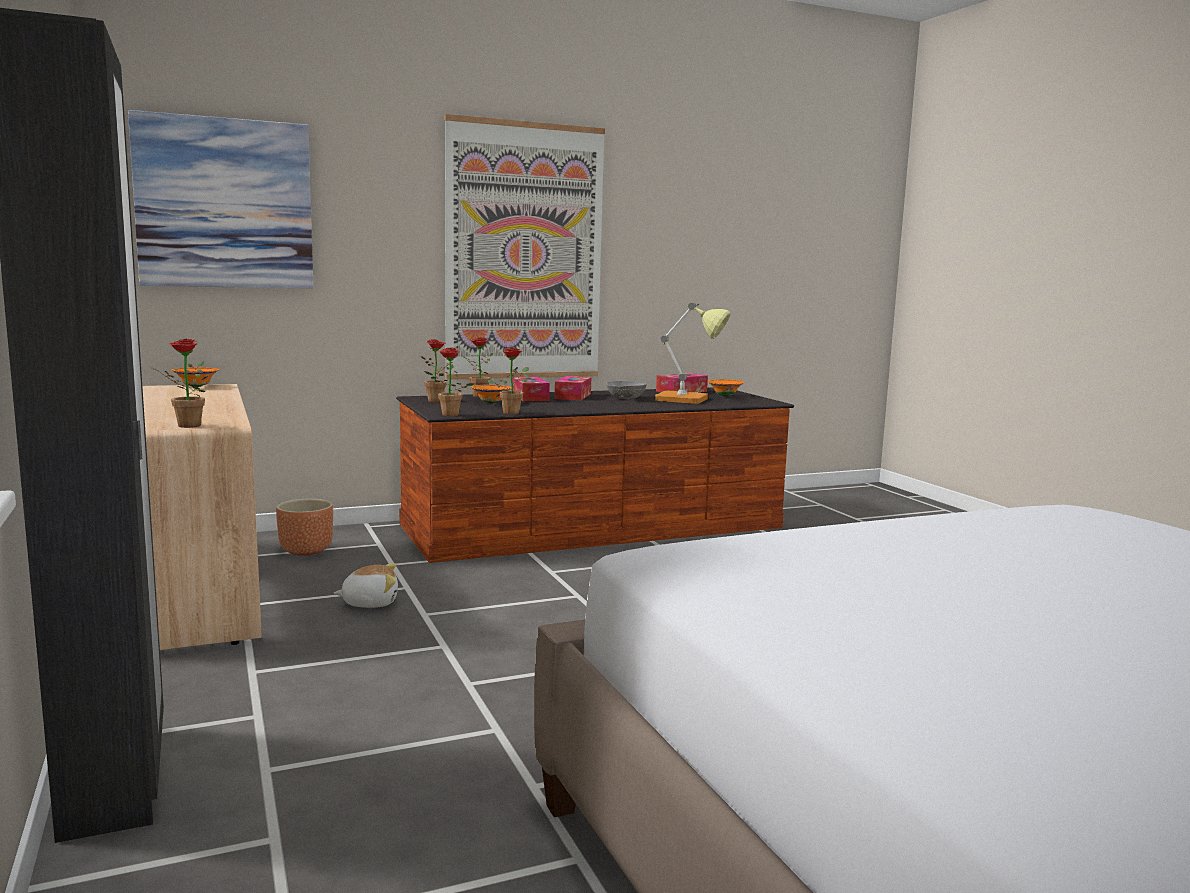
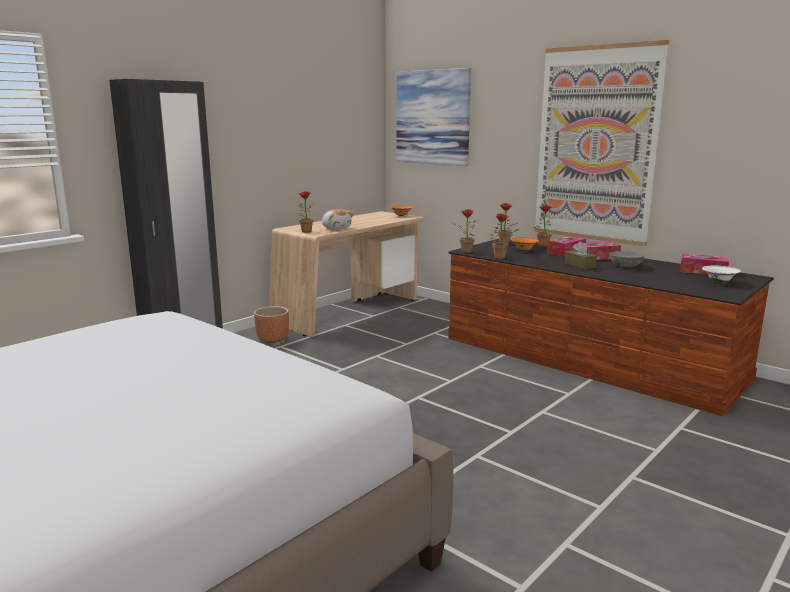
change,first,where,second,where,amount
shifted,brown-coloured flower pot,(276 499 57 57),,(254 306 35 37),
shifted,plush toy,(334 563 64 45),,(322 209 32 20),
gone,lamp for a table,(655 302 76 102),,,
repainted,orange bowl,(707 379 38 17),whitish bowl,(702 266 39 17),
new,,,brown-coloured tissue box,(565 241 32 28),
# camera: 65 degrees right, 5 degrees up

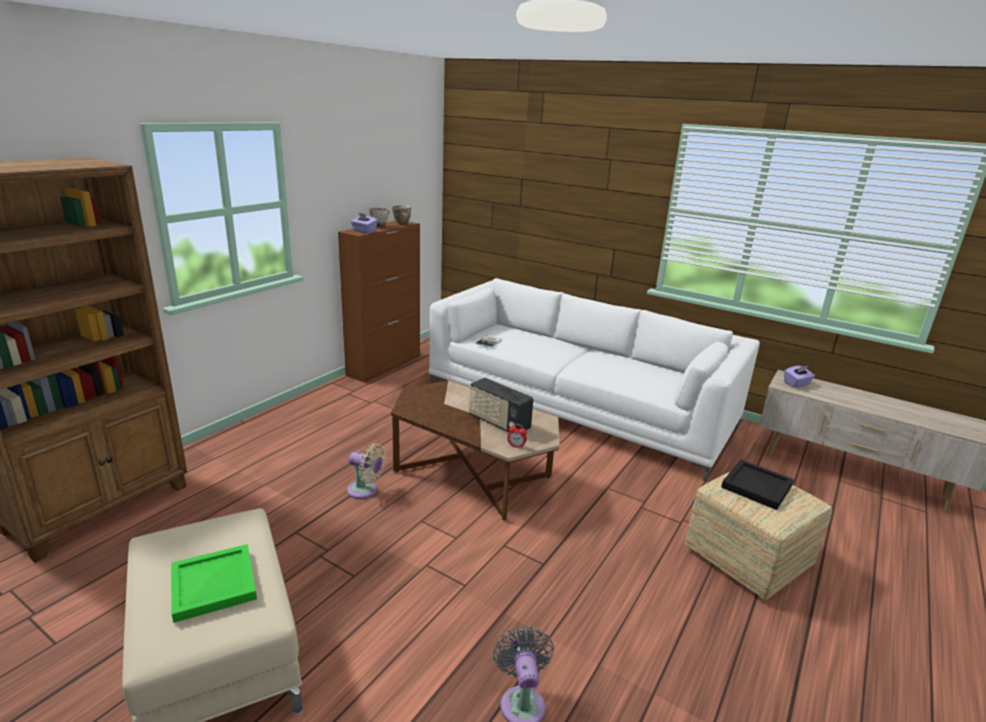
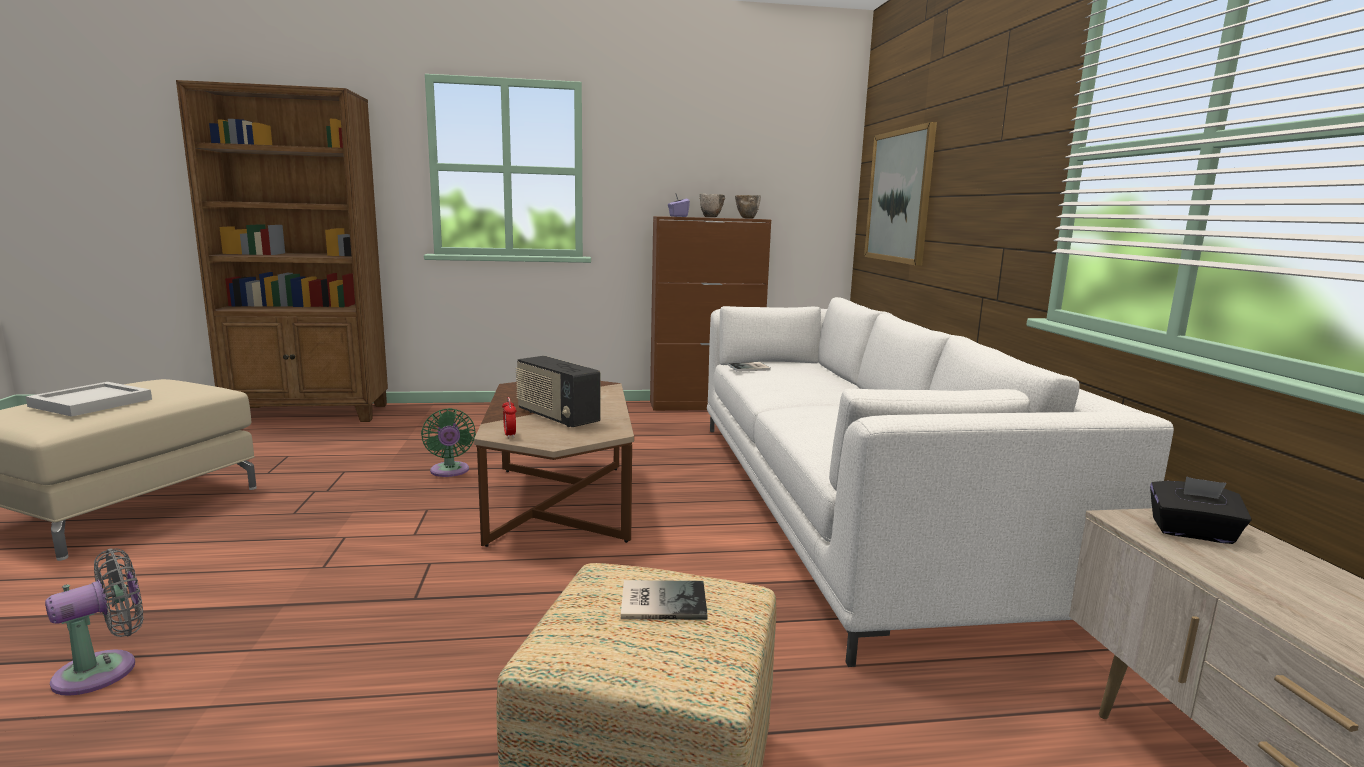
change,first,where,second,where,amount
repainted,greenish tray,(171 544 86 79),whitish tray,(26 382 126 35),
repainted,sand-coloured electric fan,(347 443 39 56),greenish electric fan,(421 408 55 69),
rotated,radio,(468 378 66 55),,(516 356 84 71),45 degrees counterclockwise
swapped,blackish tray,(721 459 73 51),bound book,(621 580 86 40),
repainted,purplish tissue box,(784 365 31 23),blackish tissue box,(1150 477 101 67),
new,,,wall art,(864 122 73 144),
# camera: 50 degrees right, 10 degrees down

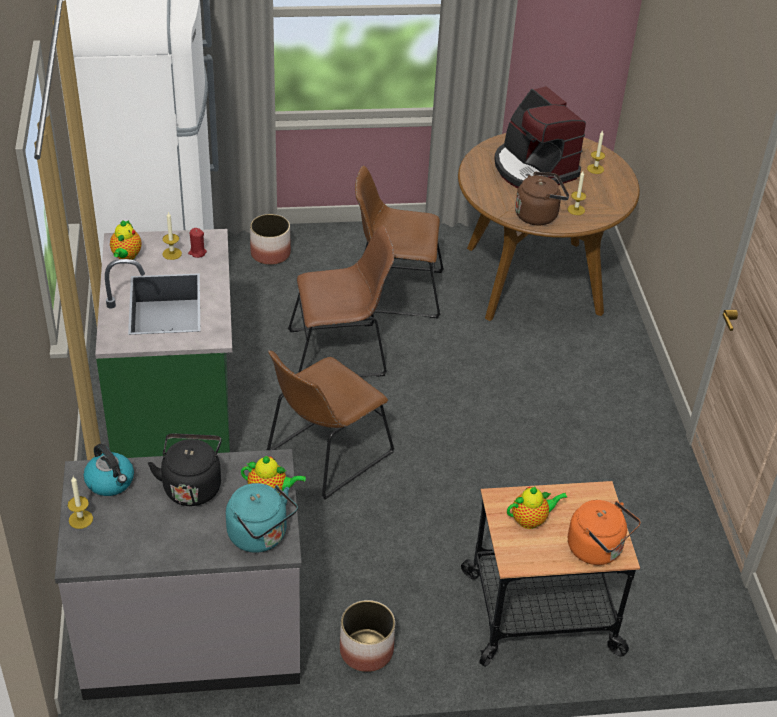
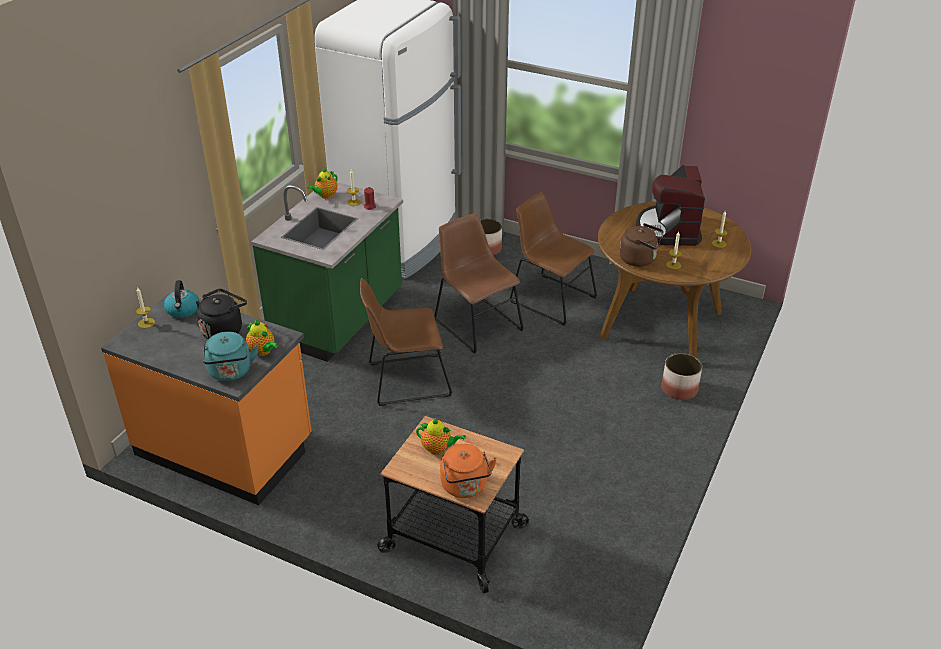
change,first,where,second,where,amount
repainted,gray counter,(55 449 247 251),orange counter,(101 291 211 214),
rotated,brown-coloured upright chair,(288 226 106 151),,(434 213 90 141),150 degrees counterclockwise
shifted,flower pot,(340 600 55 72),,(662 353 40 47),
# camera: 35 degrees right, 5 degrees down

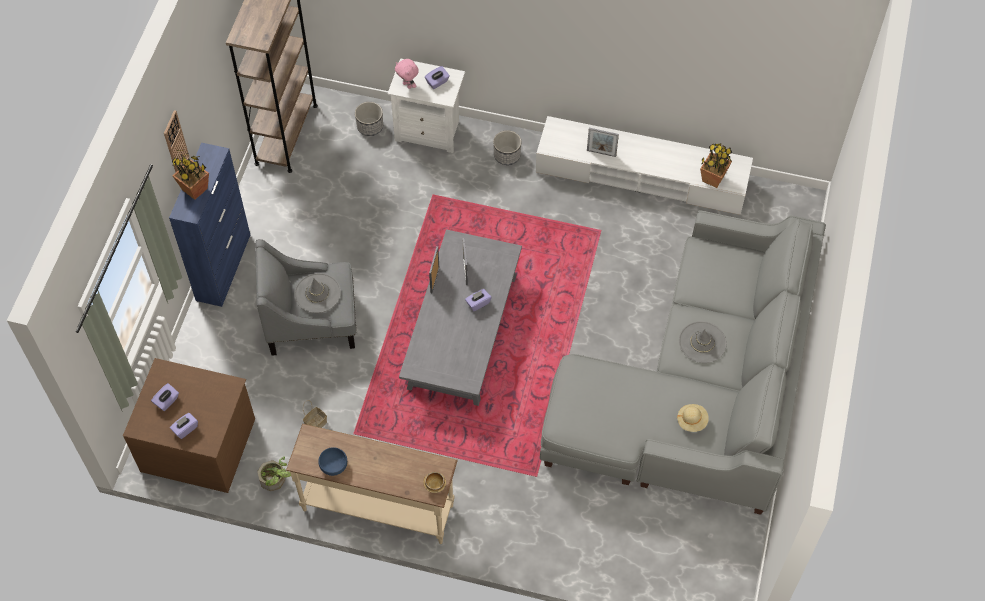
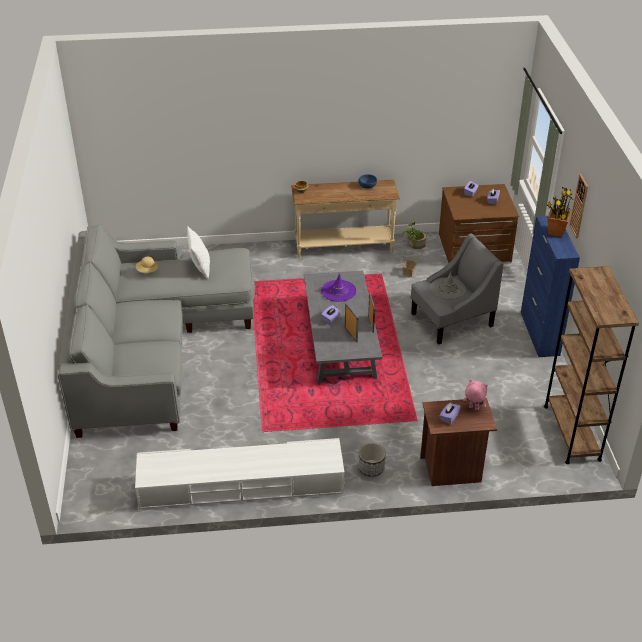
change,first,where,second,where,amount
gone,flower pot,(355 102 28 34),,,
repainted,whitish nightstand,(387 58 78 95),brown-coloured nightstand,(420 398 77 88),
gone,standing frame,(587 128 32 29),,,
gone,gray clothing hat,(679 321 48 42),,,
gone,plant in a pot,(700 144 33 44),,,
new,,,whitish pillow,(187 226 23 53),
new,,,purplish clothing hat,(321 273 35 29),
# camera: 160 degrees right, 20 degrees down

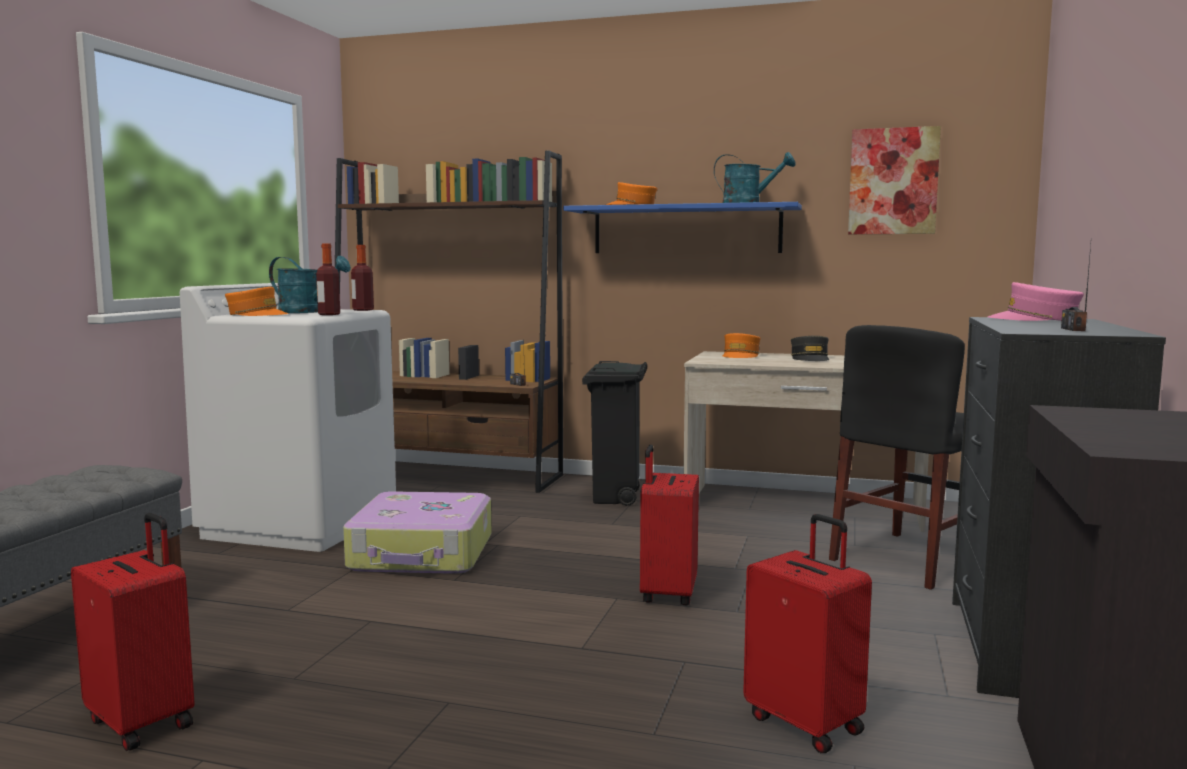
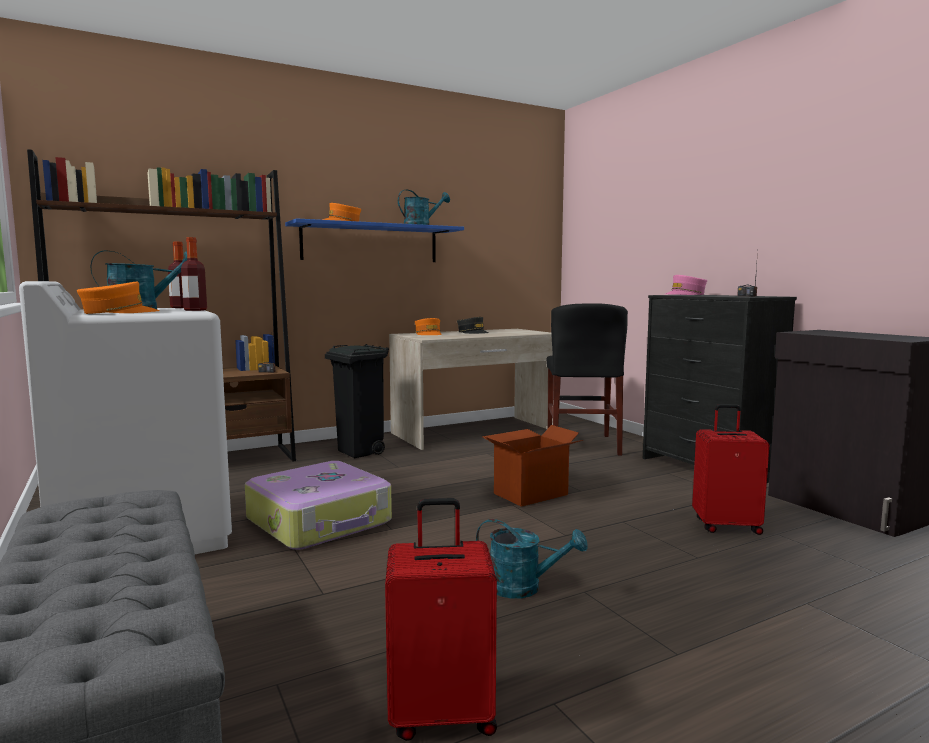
change,first,where,second,where,amount
swapped,red-coloured travel case,(640 445 59 161),packing box,(482 425 101 82),
gone,wall art,(848 126 93 108),,,
new,,,turquoise-coloured watering can,(476 519 111 80),
# camera: 45 degrees left, 0 degrees up

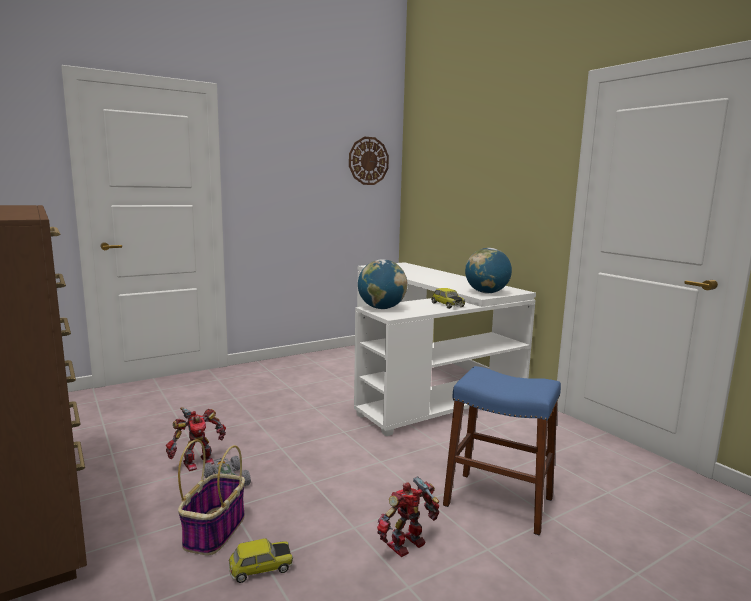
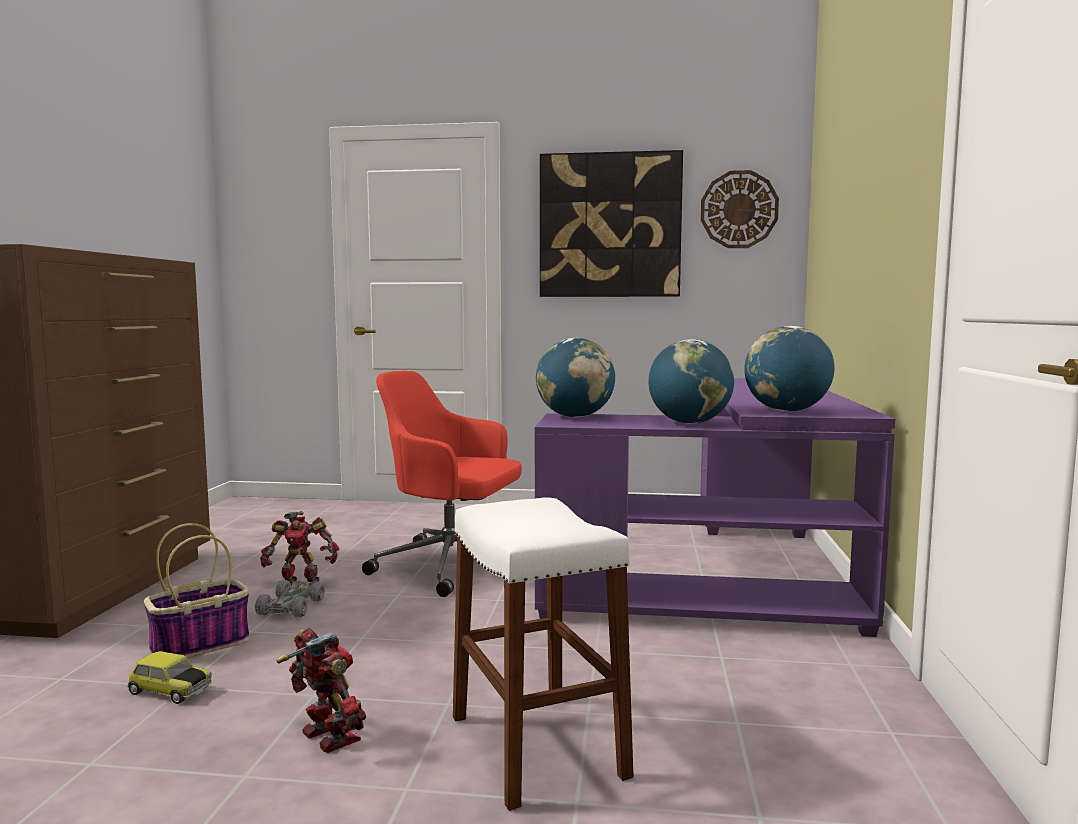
change,first,where,second,where,amount
repainted,whitish desk unit,(354 262 182 174),purplish desk unit,(535 378 360 259),
rotated,toy robot,(377 476 62 81),,(277 627 89 126),45 degrees clockwise
swapped,model car,(431 288 34 21),desk globe,(648 339 86 85),
repainted,blue-coloured stool seat,(443 366 118 170),whitish stool seat,(453 498 180 313),
new,,,red-coloured desk chair,(362 371 160 226),
new,,,wall art,(540 150 143 147),
# camera: 40 degrees right, 5 degrees down

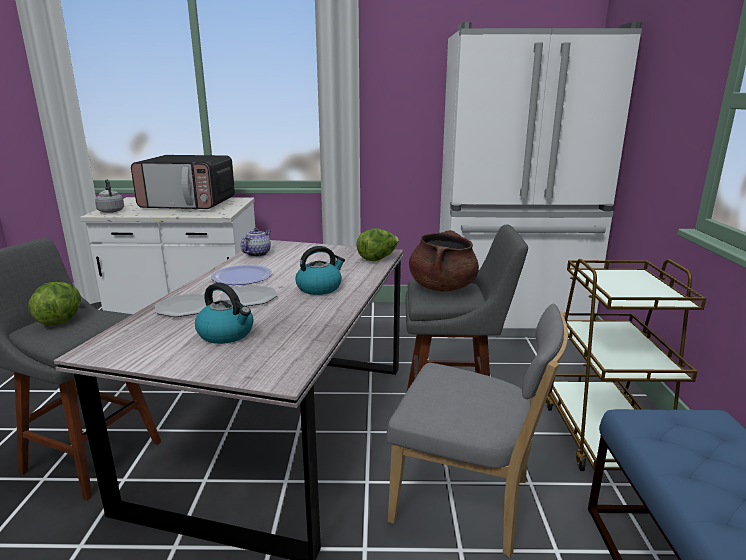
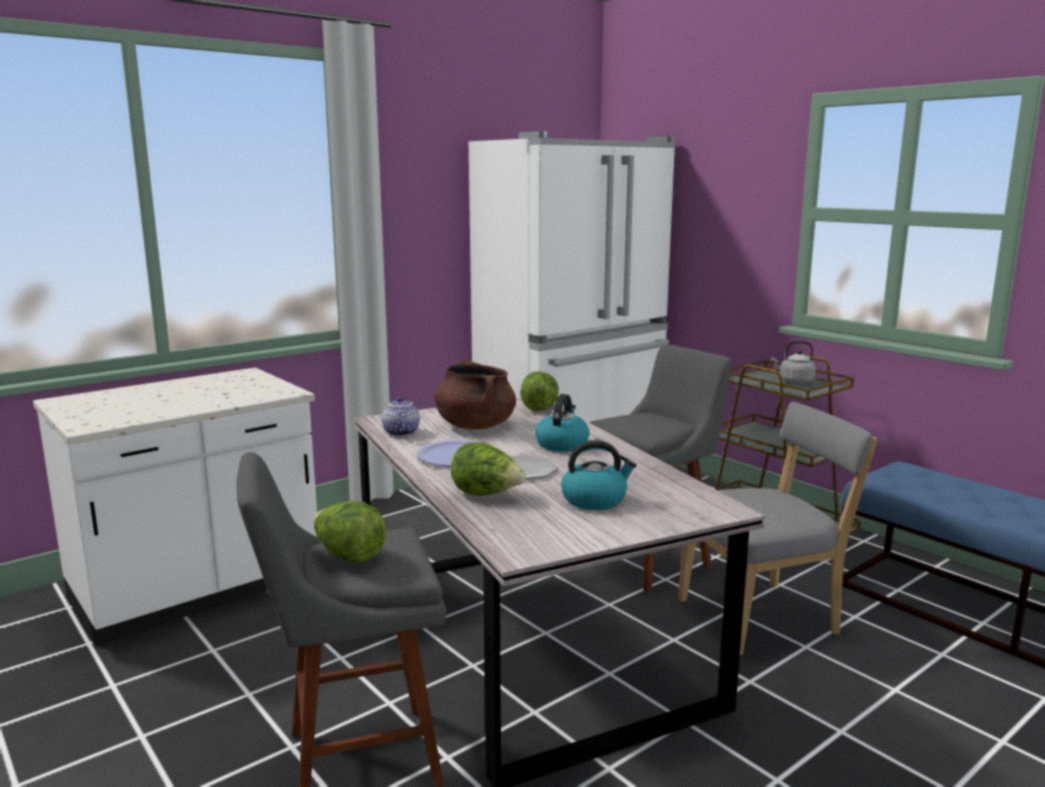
change,first,where,second,where,amount
shifted,gray tea kettle,(95 179 29 34),,(772 341 44 43),
gone,kitchen microwave,(131 155 104 54),,,
swapped,dinner plate,(155 293 60 24),lettuce head,(451 442 75 54),
shifted,brown-coloured cooking pot,(409 230 70 62),,(434 360 82 69),
# camera: 40 degrees left, 5 degrees down

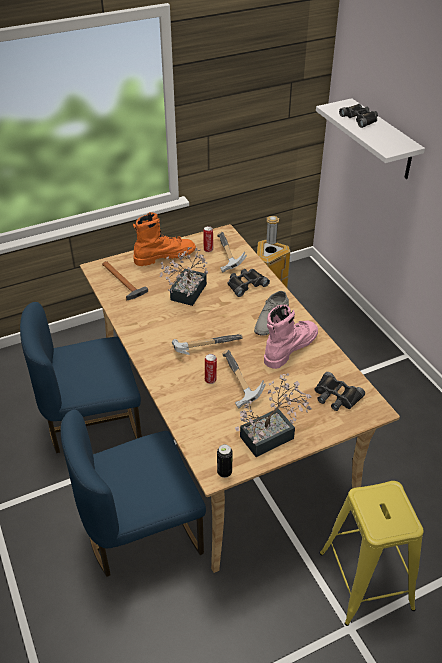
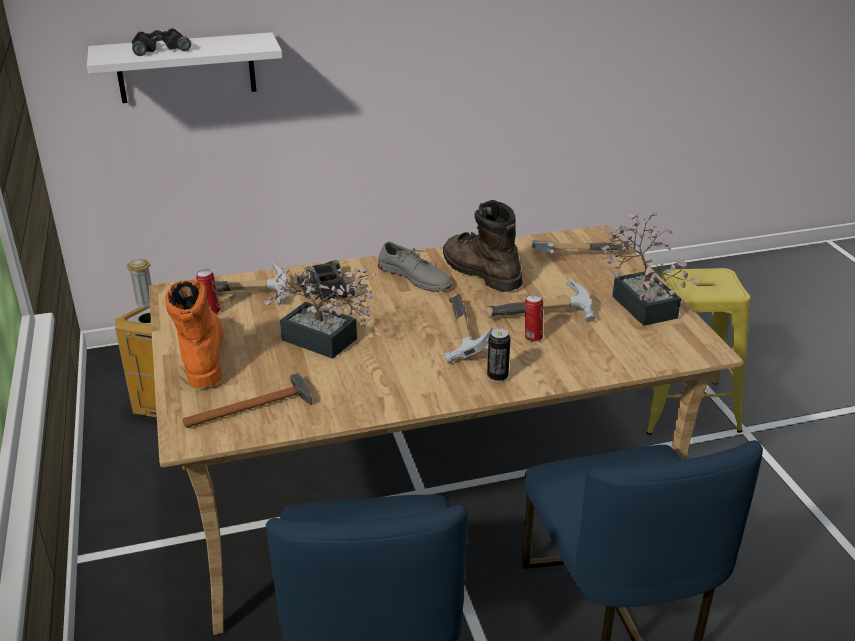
change,first,where,second,where,amount
shifted,sealed can,(217 444 16 34),,(487 328 24 54),
repainted,pink-coloured high-top boot,(264 305 54 64),brown-coloured high-top boot,(443 200 80 92),
swapped,blackish pair of binoculars,(315 372 50 39),hammer,(531 240 98 13),
# camera: 80 degrees left, 10 degrees down

